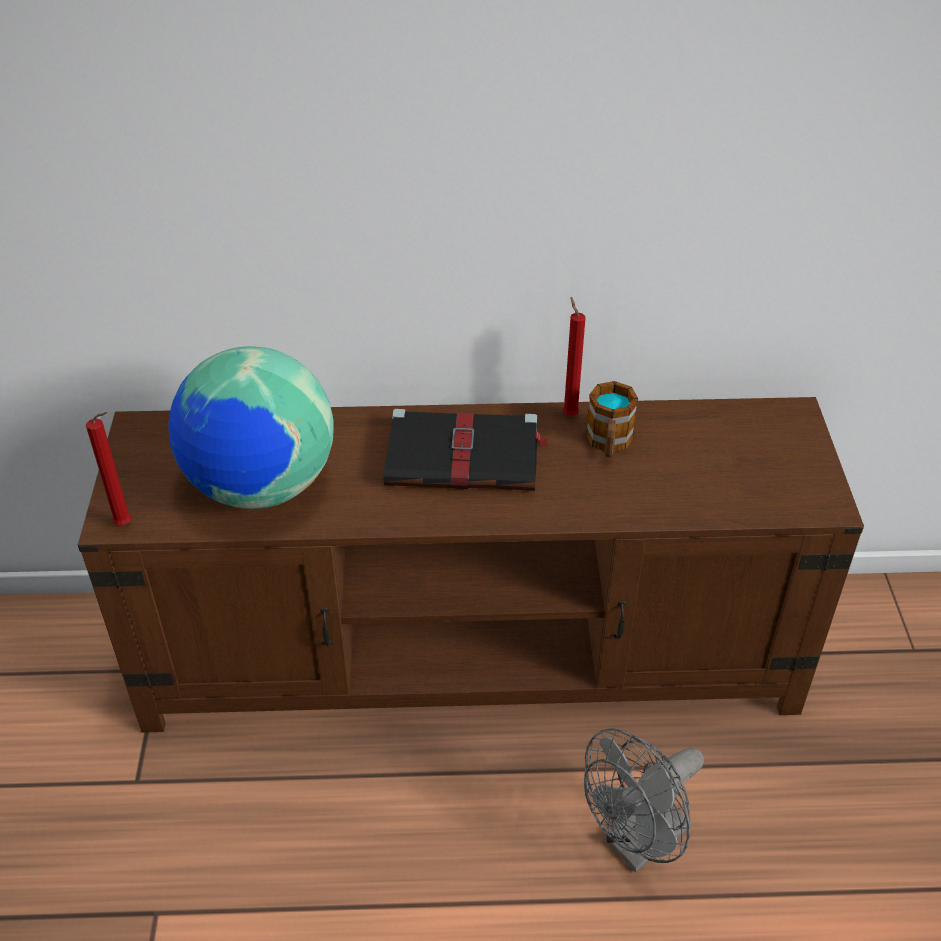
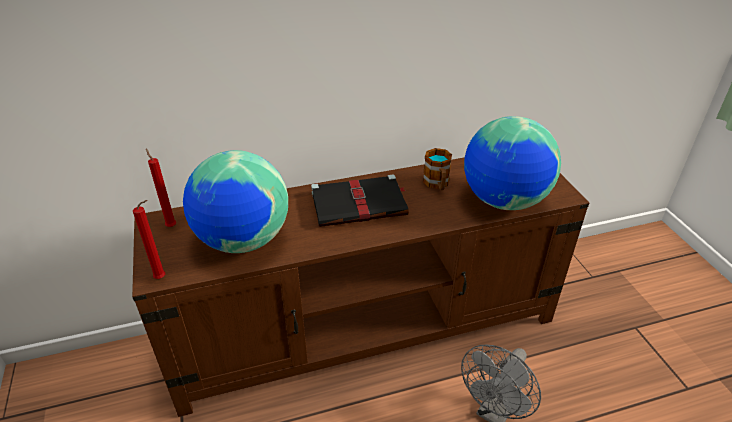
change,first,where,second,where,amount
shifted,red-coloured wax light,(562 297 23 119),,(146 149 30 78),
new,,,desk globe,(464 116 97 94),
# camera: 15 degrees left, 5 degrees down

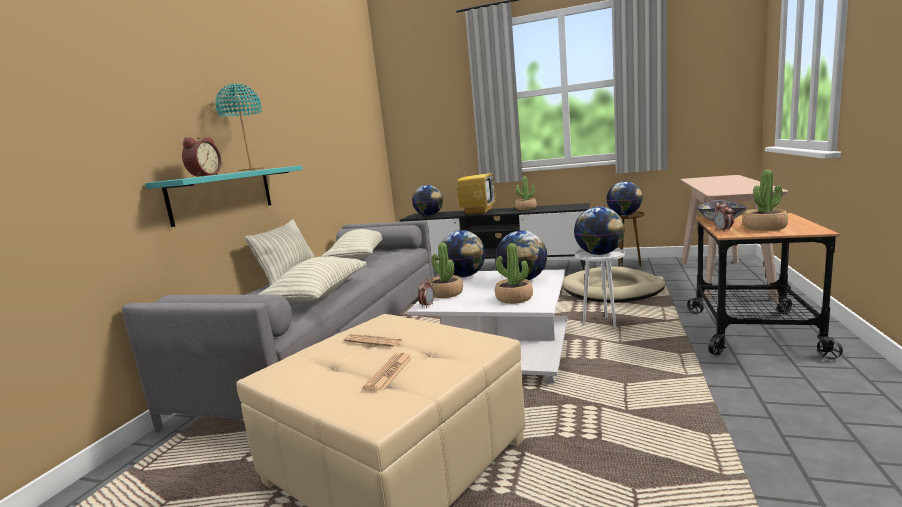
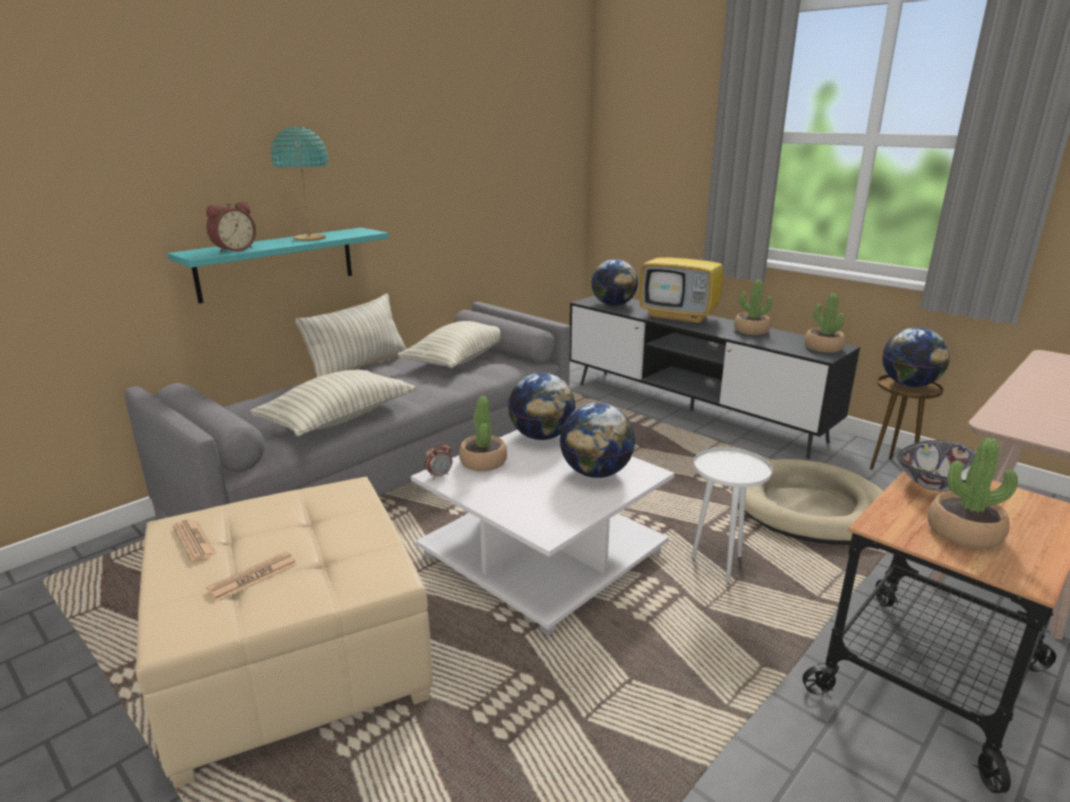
change,first,where,second,where,amount
shifted,newspaper,(344 334 59 13),,(173 519 44 43),
rotated,TV,(456 156 40 59),,(639 229 84 96),75 degrees clockwise
shifted,plant in a pot,(495 243 38 61),,(805 293 40 60),
gone,desk globe,(574 207 50 48),,,
gone,bedside clock,(713 203 21 29),,,
# camera: 25 degrees right, 10 degrees up

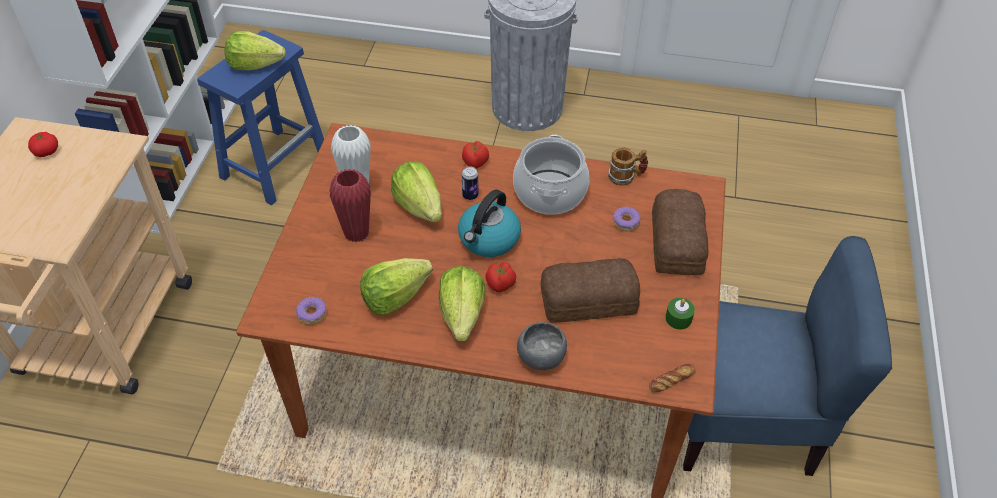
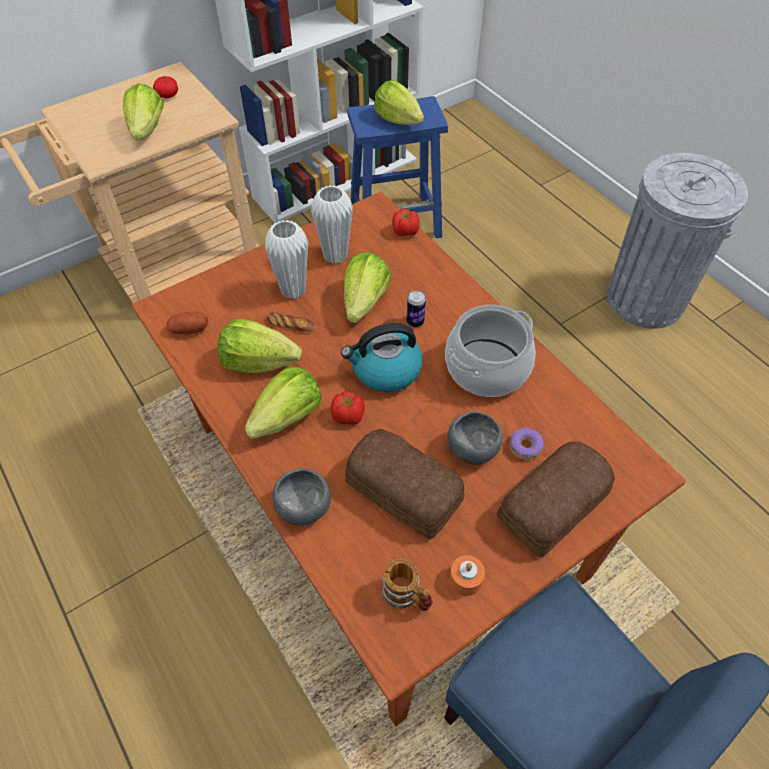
change,first,where,second,where,amount
swapped,ring doughnut,(296 296 31 29),potato,(167 312 41 22),
repainted,red-coloured flower vase,(329 169 42 74),whitish flower vase,(265 220 43 79),
shifted,fresh tomato,(462 141 27 27),,(392 209 27 27),
shifted,coffee mug,(608 148 40 38),,(382 558 51 53),
shifted,bakery bread,(649 364 47 29),,(266 312 49 20),
repainted,greenish wax light,(665 298 30 32),orange wax light,(449 555 36 41),
new,,,lettuce head,(123 83 41 58),
new,,,gray bowl,(447 412 56 53),
# camera: 45 degrees right, 5 degrees up

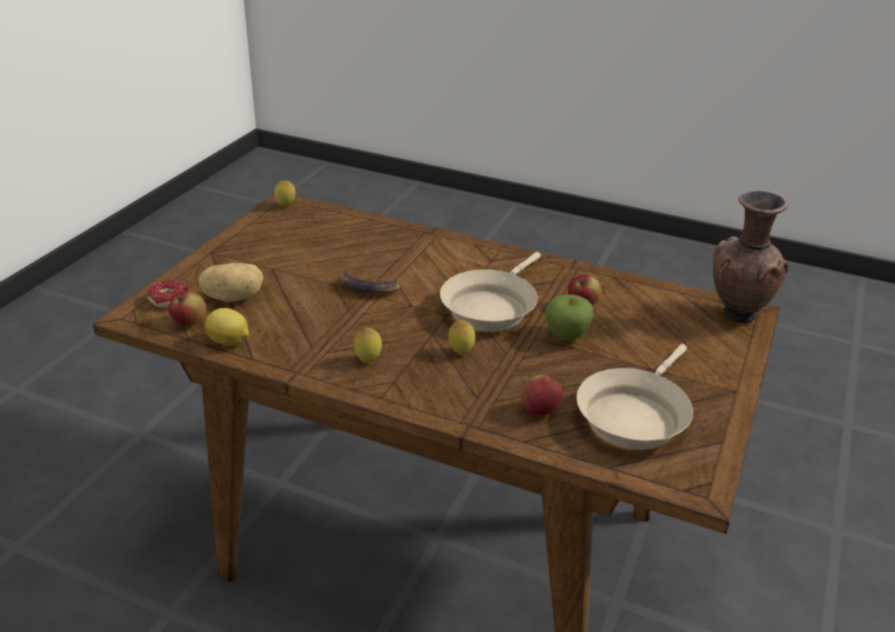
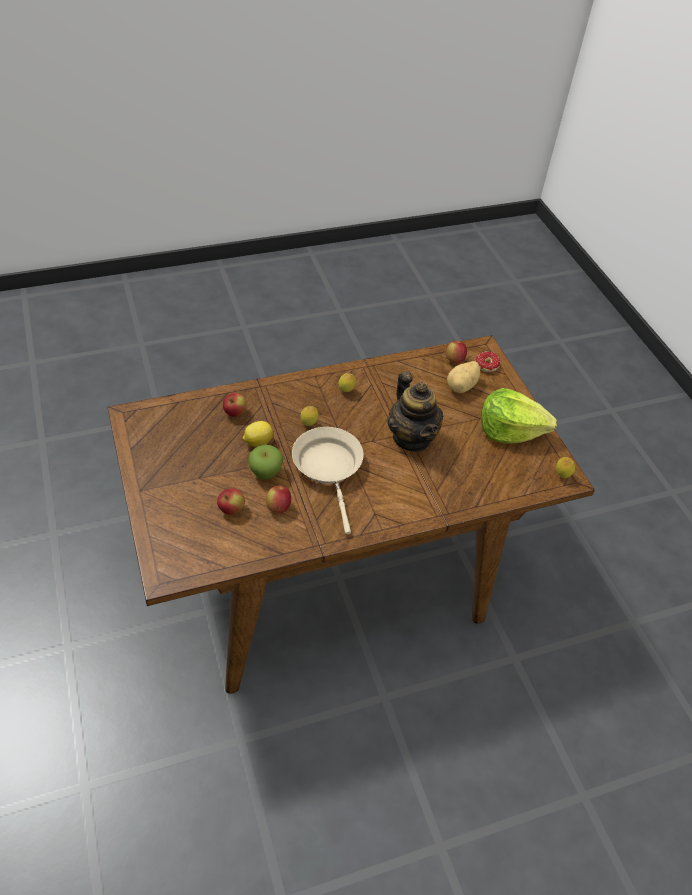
change,first,where,second,where,amount
shifted,citrus fruit,(205 308 44 38),,(242 421 31 26),
swapped,whole banana,(338 270 63 24),teapot,(387 371 56 81),
gone,sand-coloured skillet,(577 344 116 106),,,
gone,brown-coloured flower vase,(713 190 75 133),,,
new,,,apple fruit,(217 488 28 27),
new,,,lettuce head,(481 388 76 56),
# camera: 135 degrees right, 15 degrees up

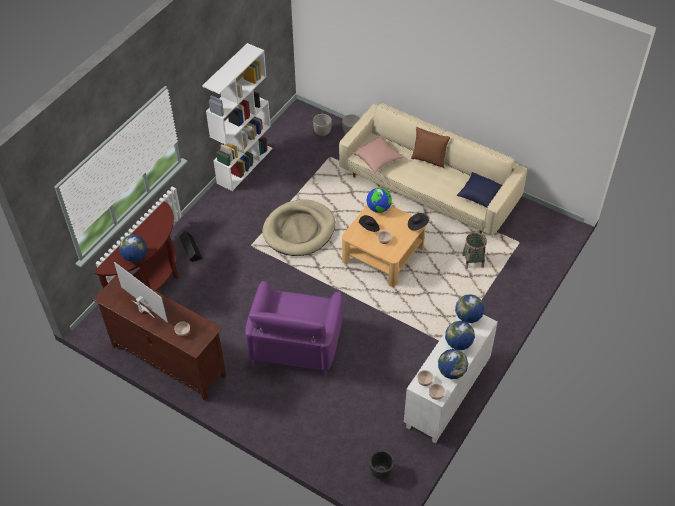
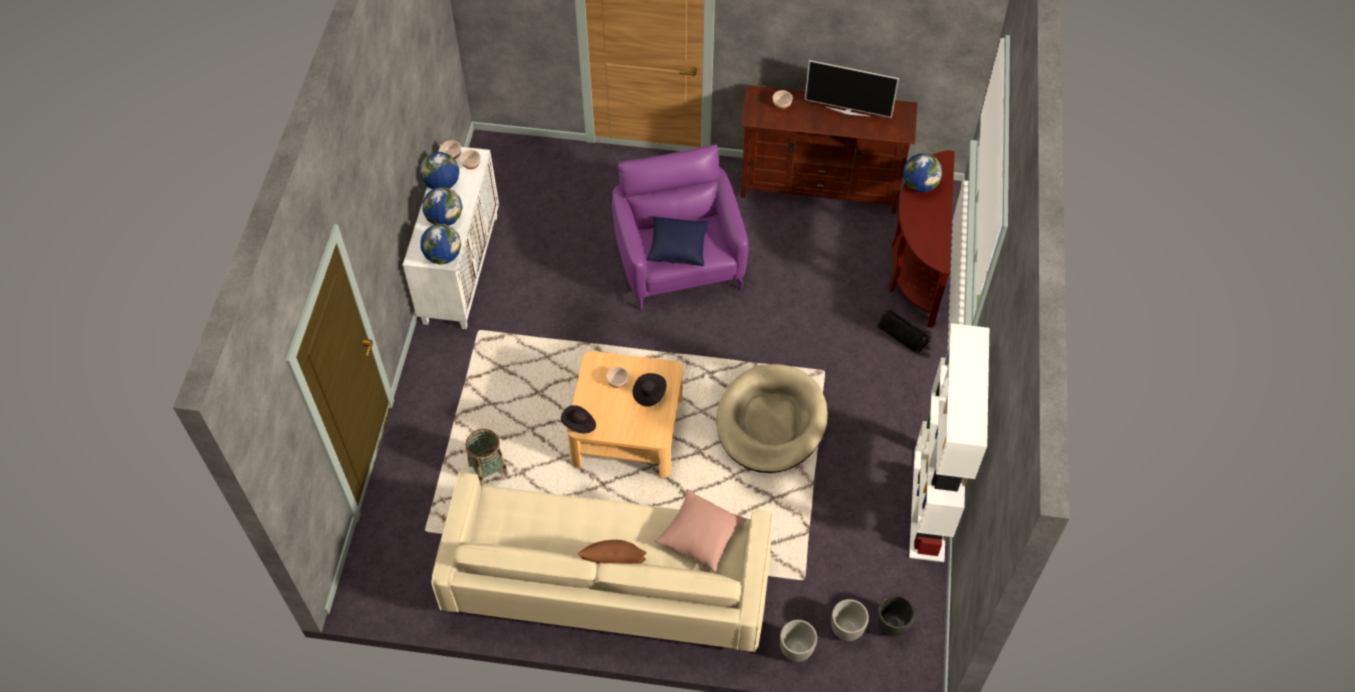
change,first,where,second,where,amount
gone,desk globe,(367 187 25 26),,,
shifted,blackish flower pot,(369 450 25 29),,(877 594 38 43),
shifted,blue-coloured pillow,(457 172 45 36),,(647 217 62 49),
# camera: 155 degrees right, 5 degrees up

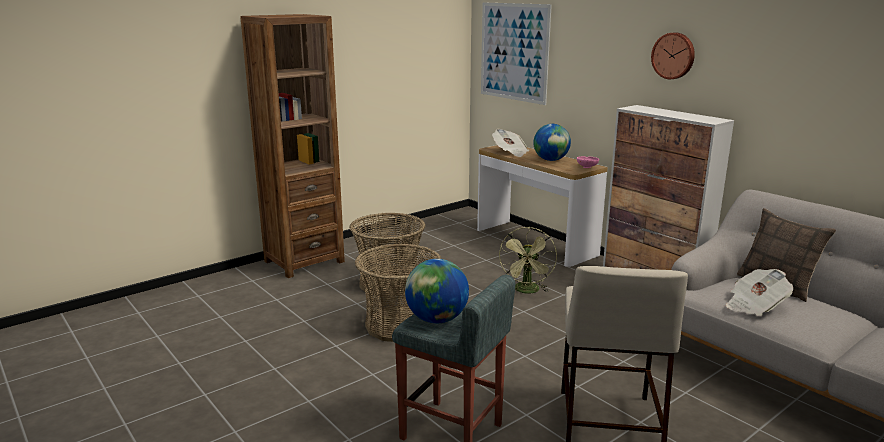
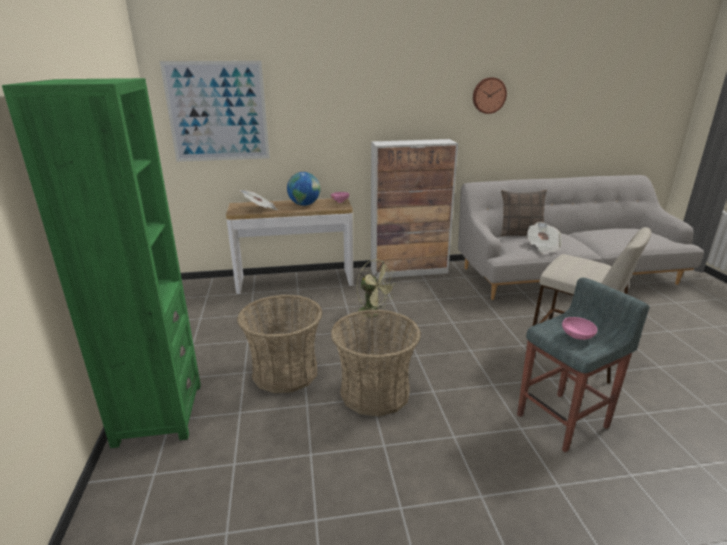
change,first,where,second,where,amount
repainted,brown-coloured shelving unit,(240 14 105 264),greenish shelving unit,(2 78 199 370),
swapped,desk globe,(405 259 64 64),pink-coloured bowl,(562 317 35 23),
shifted,wall clock,(651 33 44 46),,(473 77 34 37),
# camera: 60 degrees left, 5 degrees up

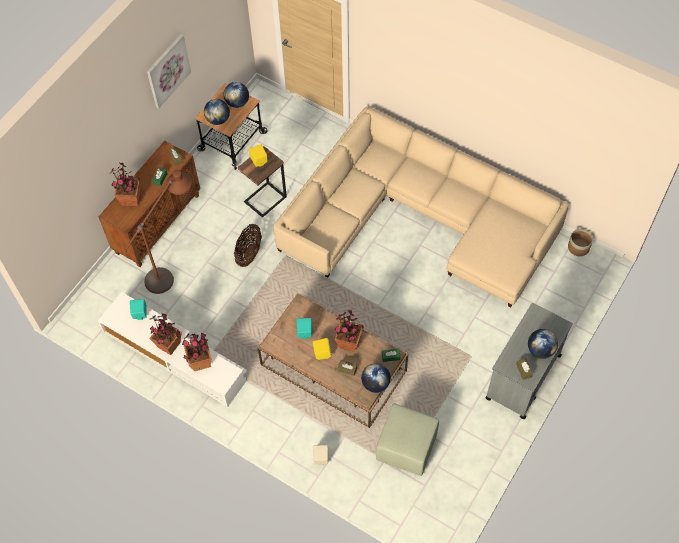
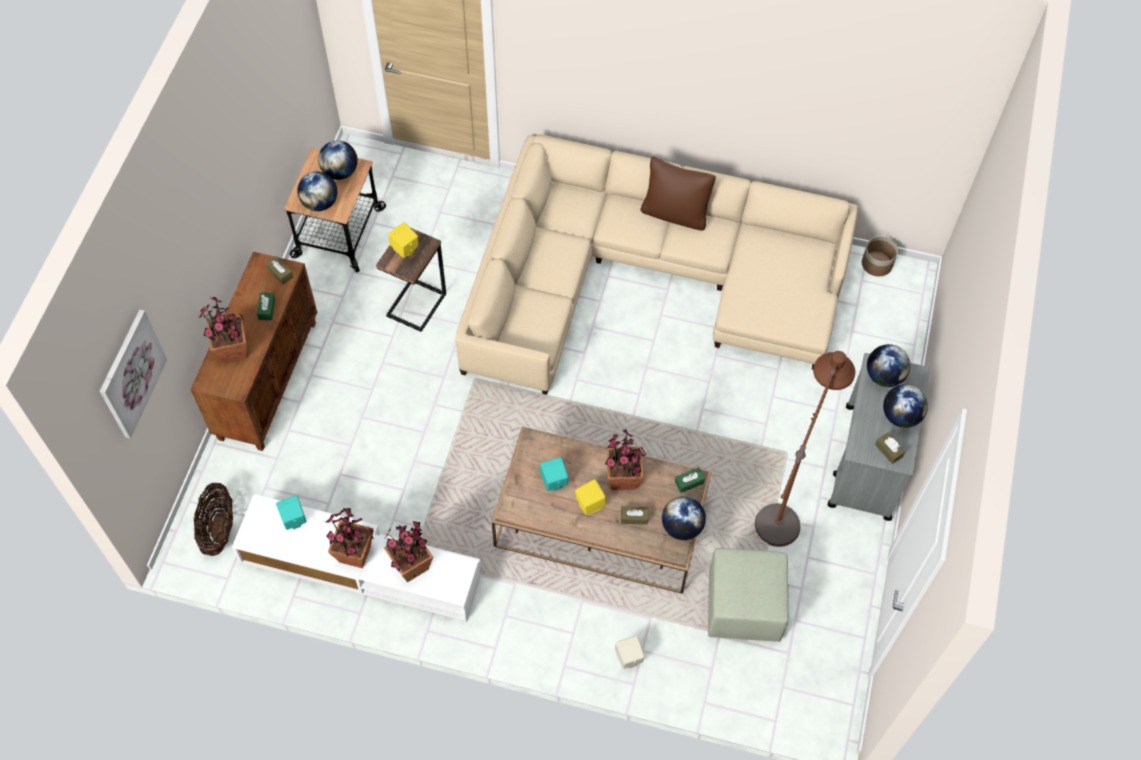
change,first,where,second,where,amount
shifted,brown-coloured standing lamp,(123 170 70 124),,(755 351 100 196),
shifted,wall art,(147 34 44 75),,(100 310 67 128),
shifted,storage basket,(234 224 28 43),,(194 483 39 73),
new,,,brown-coloured pillow,(641 156 75 74),
new,,,desk globe,(867 344 44 43),
# camera: 20 degrees left, 0 degrees up

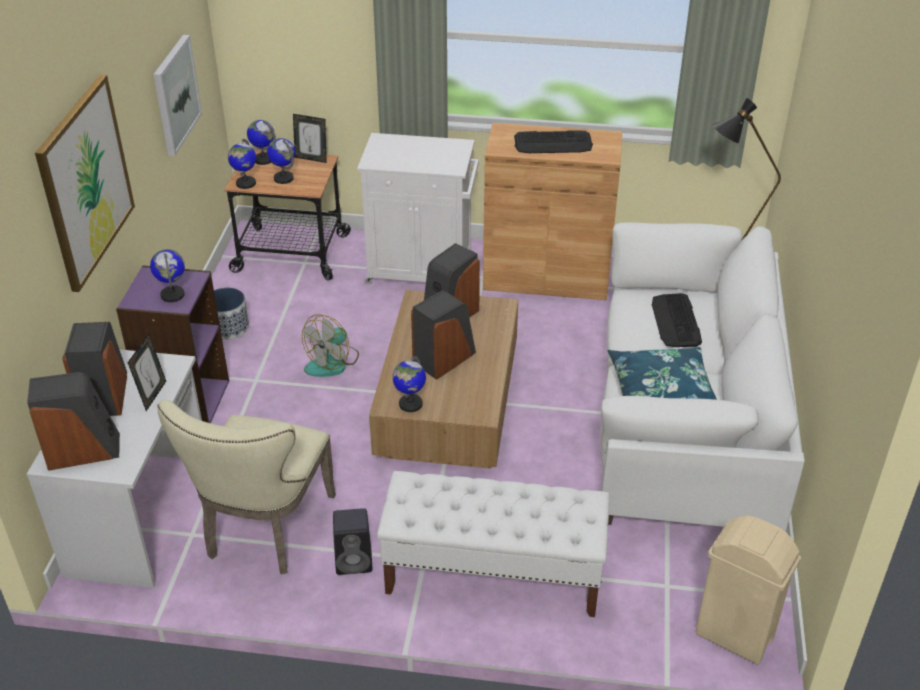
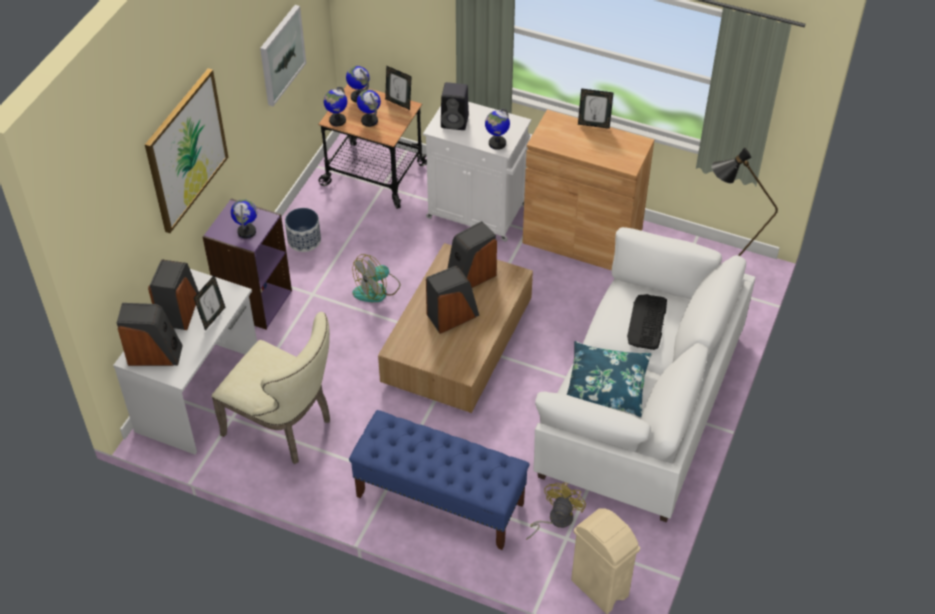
change,first,where,second,where,amount
rotated,sand-coloured upright chair,(157 400 179 174),,(212 312 118 152),90 degrees counterclockwise
shifted,blackish loudspeaker,(333 508 39 67),,(441 82 28 48),
repainted,whitish bench,(377 471 232 146),blue-coloured bench,(349 410 181 140),
shifted,desk globe,(392 356 34 56),,(485 108 25 42),
gone,PC keyboard,(514 130 79 24),,,
new,,,yellowish electric fan,(526 483 60 57),
new,,,standing frame,(578 88 35 41),
# camera: 15 degrees right, 10 degrees up

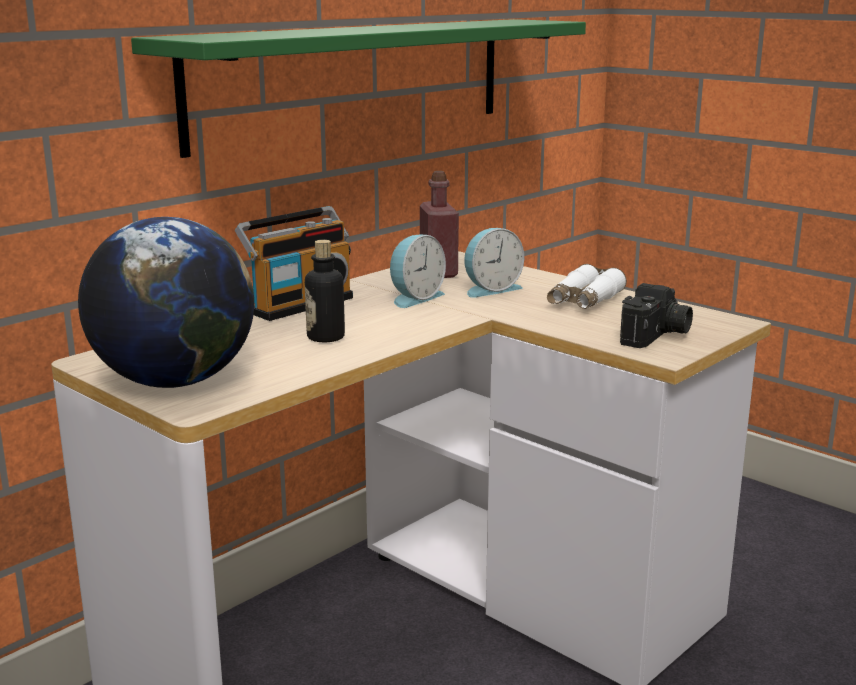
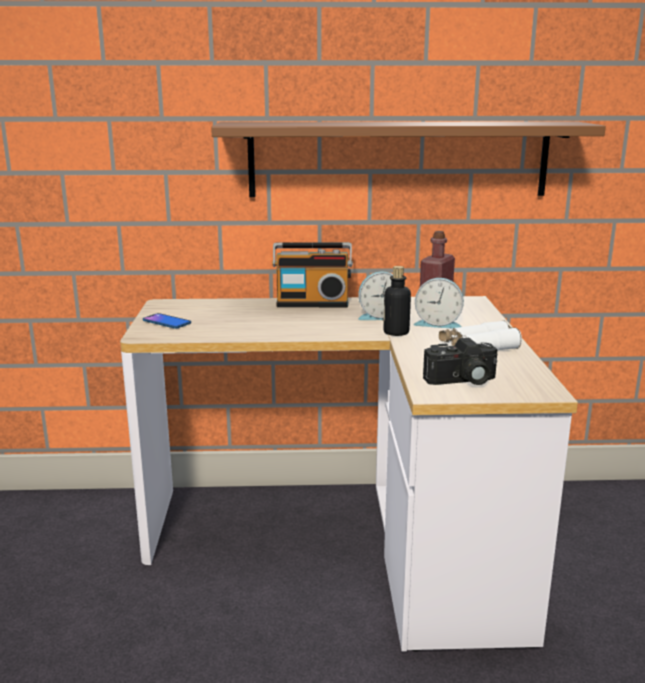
change,first,where,second,where,amount
swapped,desk globe,(78 217 176 171),telephone,(143 313 48 16),
repainted,greenish shelf,(131 19 455 139),brown-coloured shelf,(211 121 395 76),
shifted,bottle,(305 240 40 102),,(383 266 28 70),
# camera: 45 degrees right, 0 degrees up

